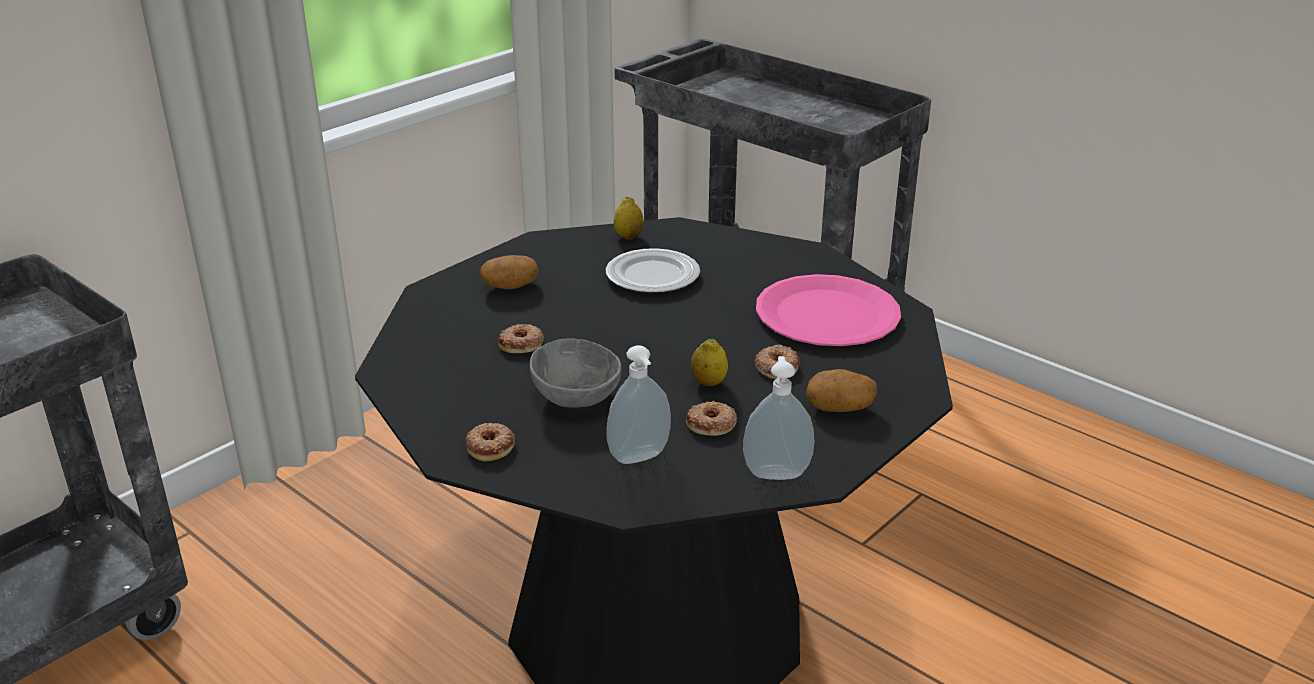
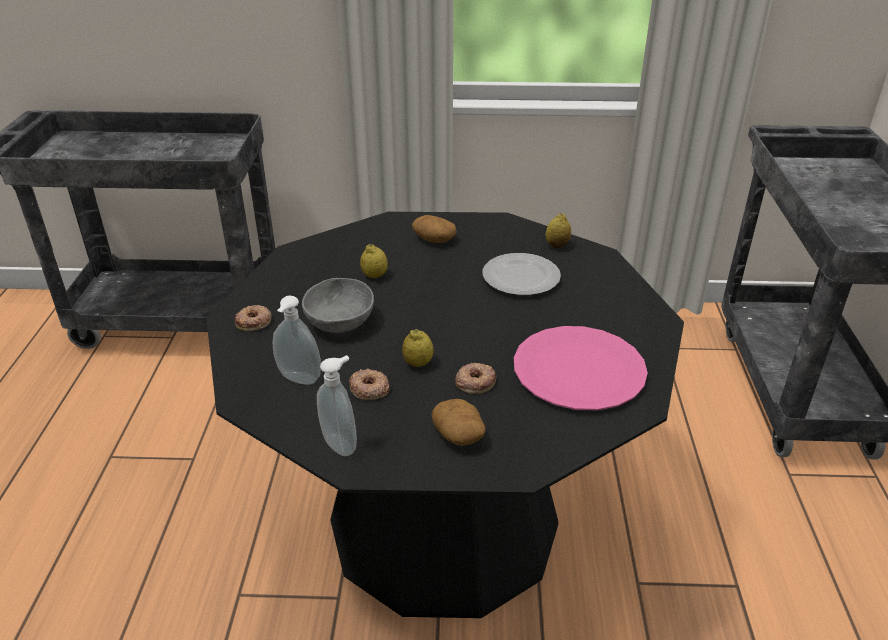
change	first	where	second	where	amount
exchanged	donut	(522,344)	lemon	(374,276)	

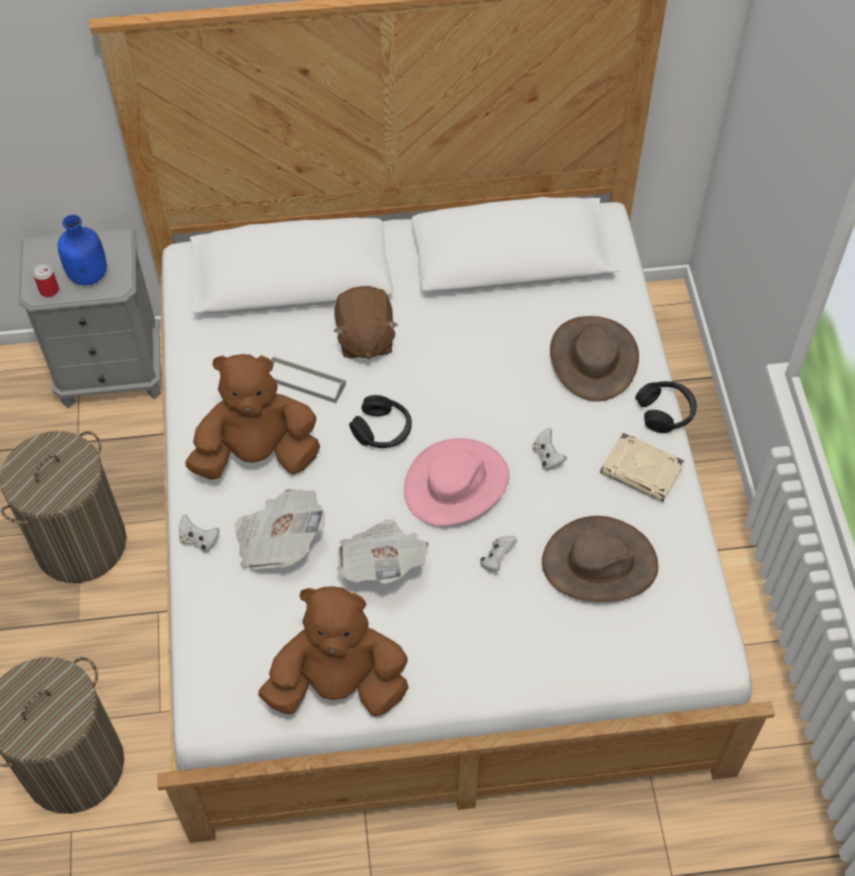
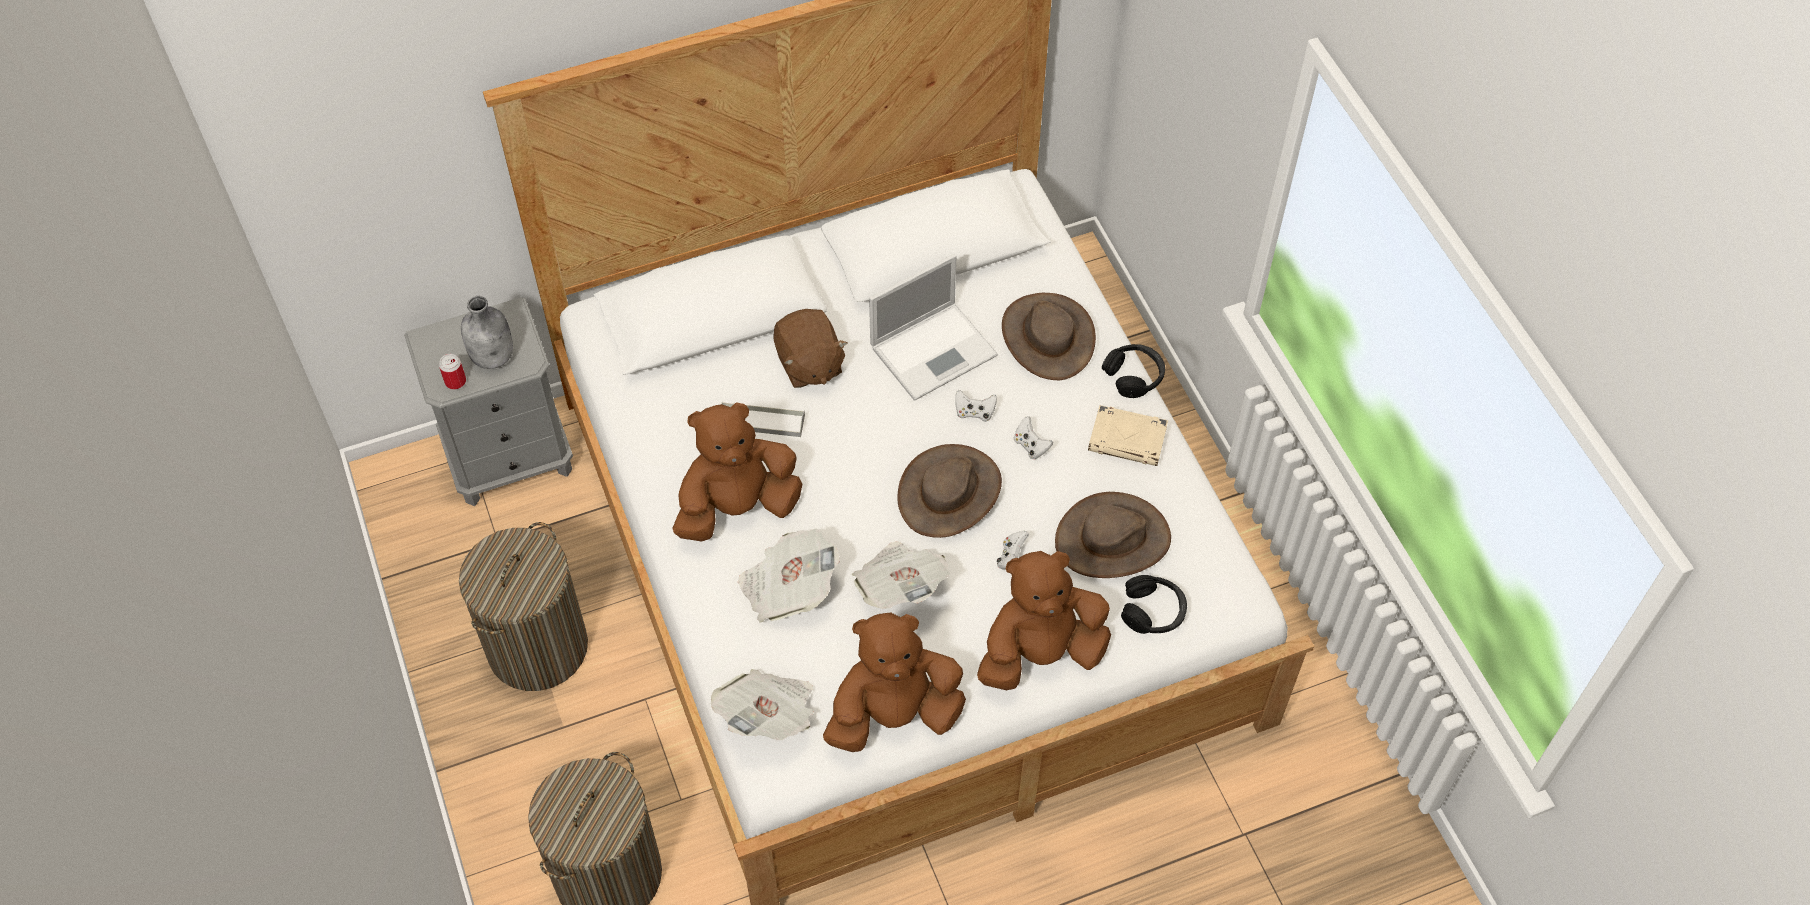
change	first	where	second	where	amount
appeared			newspaper	(769,716)	
appeared			laptop	(935,350)	
appeared			brown plush toy	(1040,653)	
relocated	white game controller	(199,540)		(974,412)	
relocated	black headphones	(383,430)		(1153,611)	
colour	blue bottle	(89,275)	grey bottle	(494,356)	
colour	pink hat	(456,484)	brown hat	(949,492)	

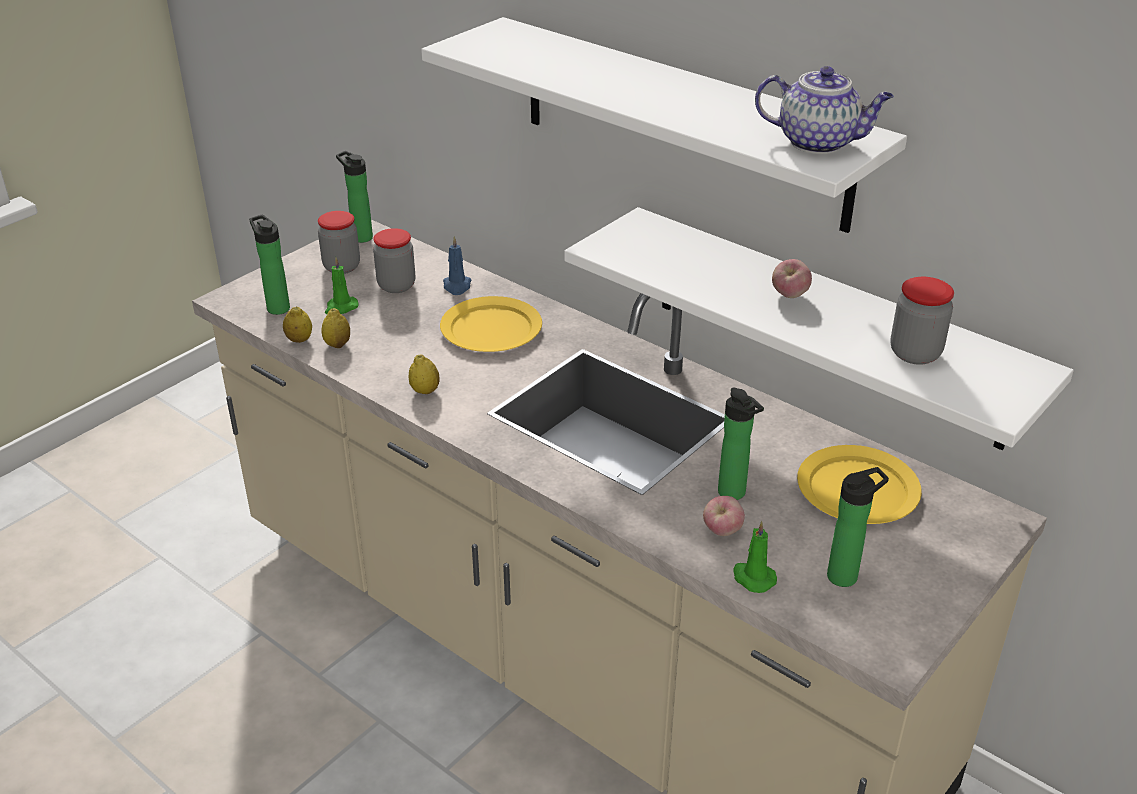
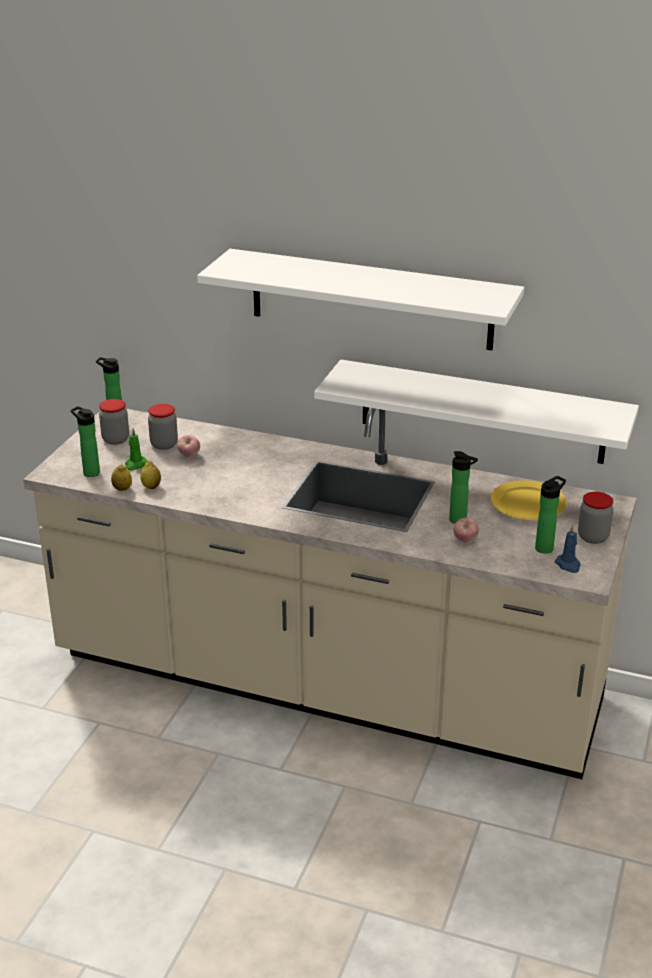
change	first	where	second	where	amount
missing	lemon	(425,391)			
missing	yellow plate	(492,329)			
missing	green candle	(752,578)			
missing	teapot	(819,142)			
relocated	blue candle	(457,286)		(568,565)	
relocated	apple	(789,296)		(189,456)	
relocated	jar	(915,353)		(593,537)	

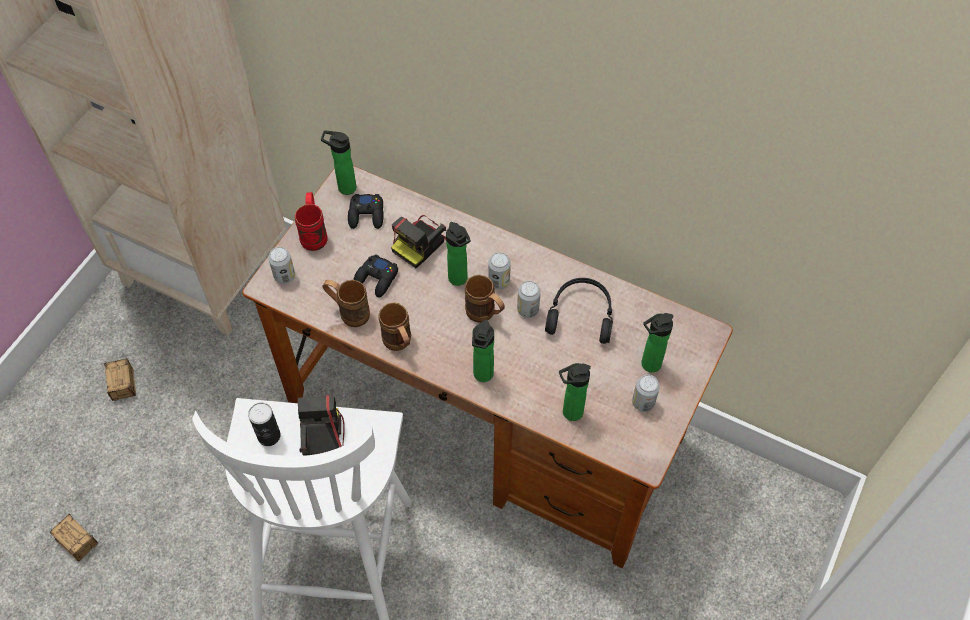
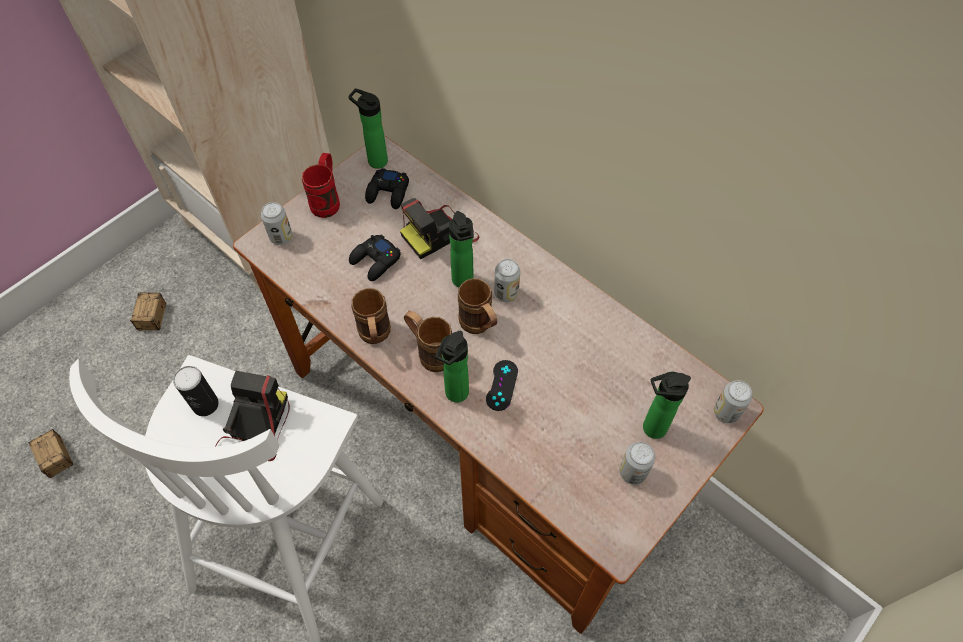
change	first	where	second	where	amount
missing	black headphones	(581,314)			
missing	bottle	(569,413)			
appeared			black game controller	(502,385)	
relocated	brown mug	(348,312)		(429,352)	
relocated	can	(528,310)		(726,412)	

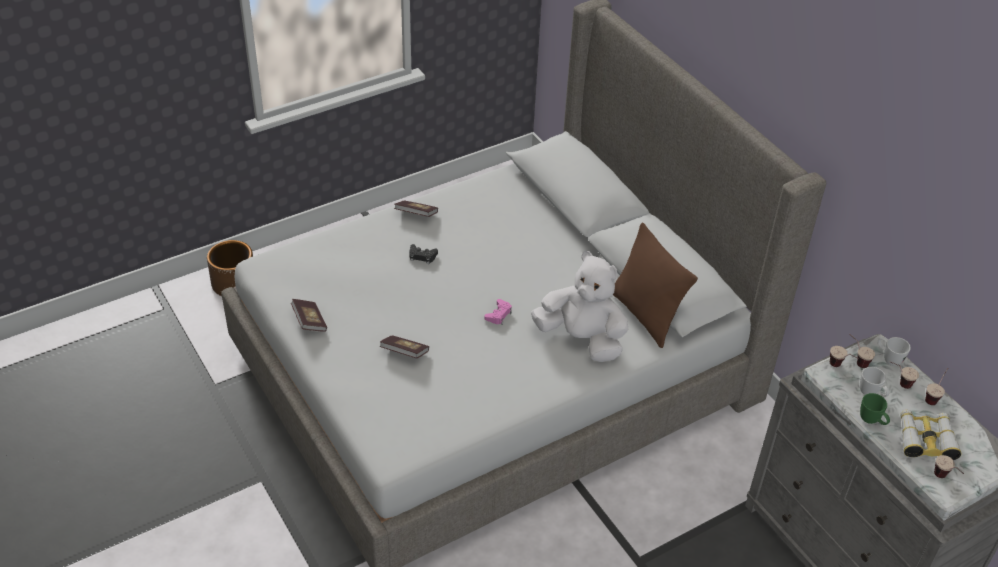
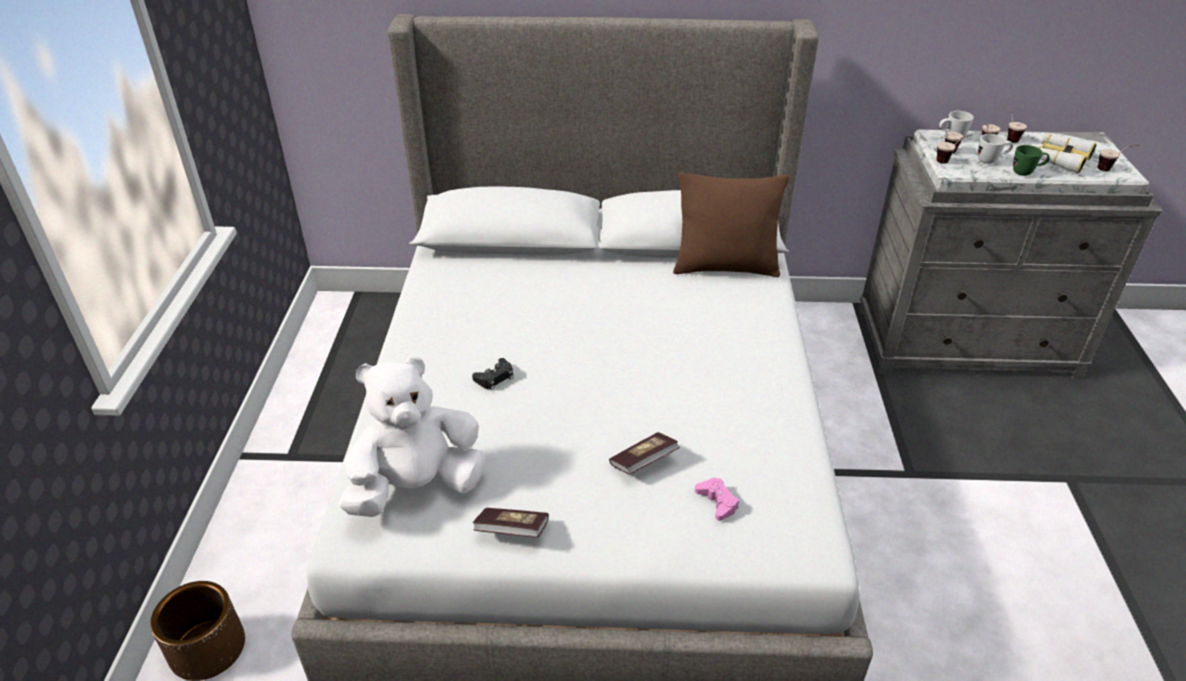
change	first	where	second	where	amount
missing	book	(416,215)			
relocated	pink game controller	(498,315)		(717,502)	
relocated	white plush toy	(581,339)		(417,487)	

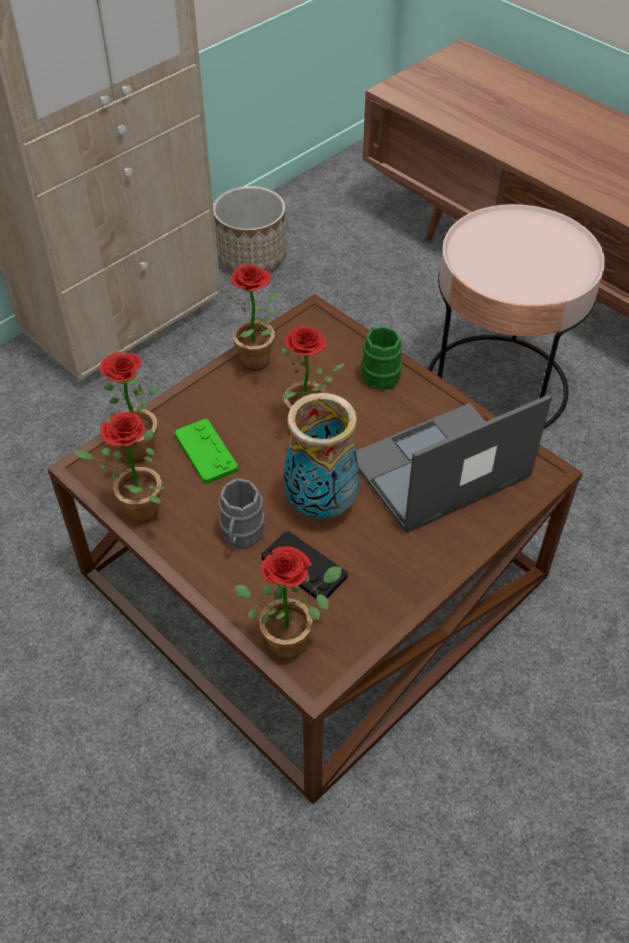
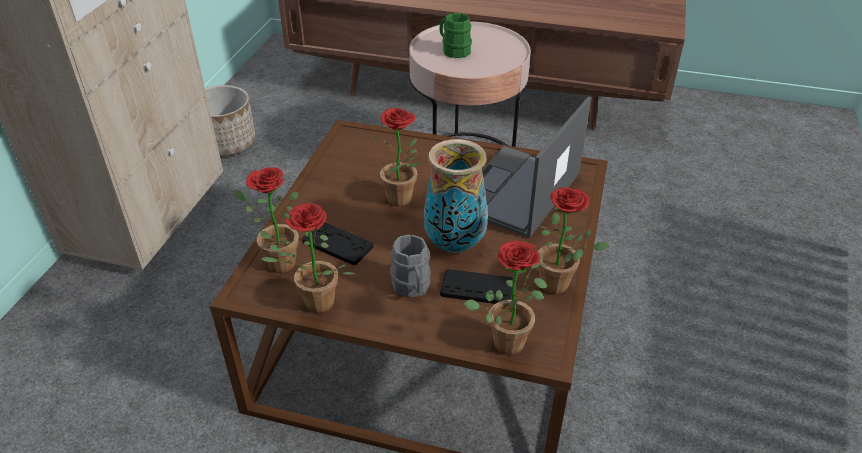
change	first	where	second	where	amount
relocated	potted plant	(259,364)		(560,285)	
relocated	green mug	(378,372)		(453,50)	
colour	green game controller	(206,452)	black game controller	(338,244)	

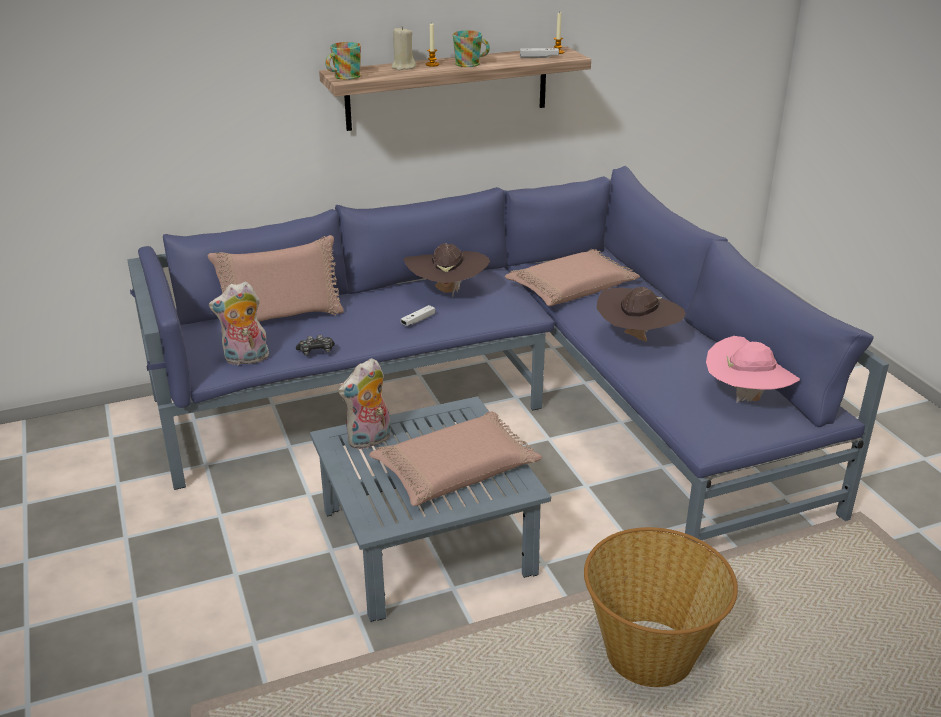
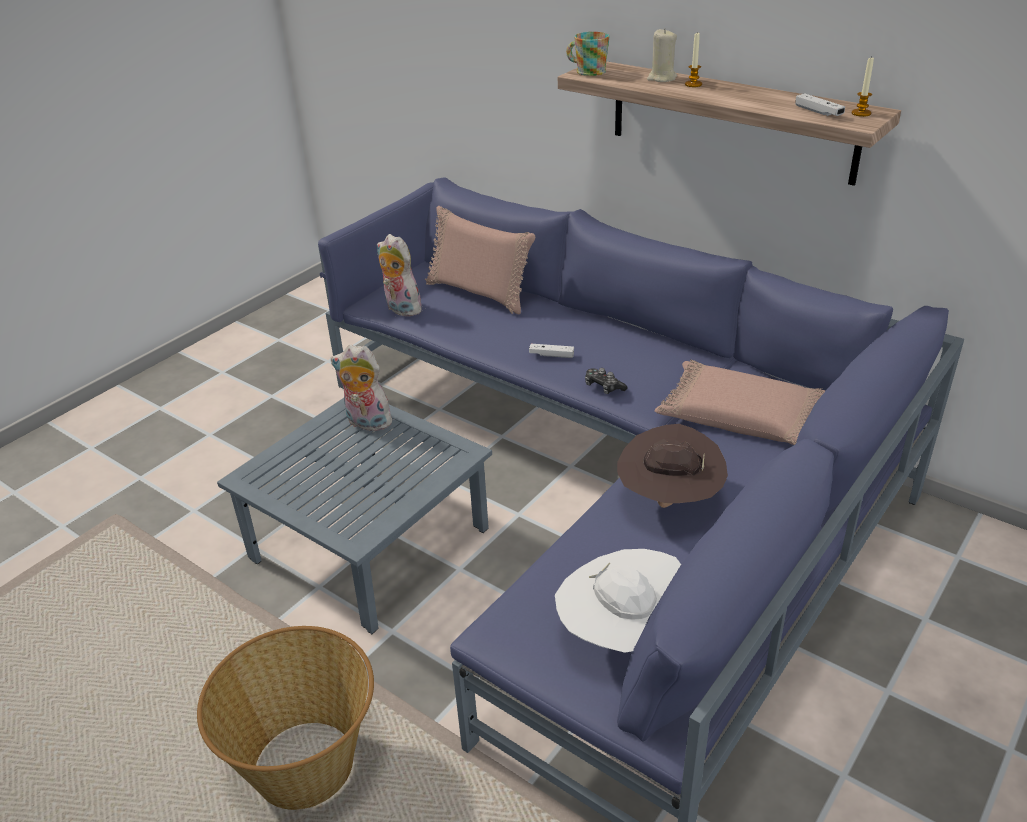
change	first	where	second	where	amount
missing	beige pillow	(456,466)			
missing	brown hat	(447,292)			
missing	mug	(471,64)			
relocated	game controller	(316,351)		(603,387)	
colour	pink hat	(747,398)	white hat	(622,635)	

